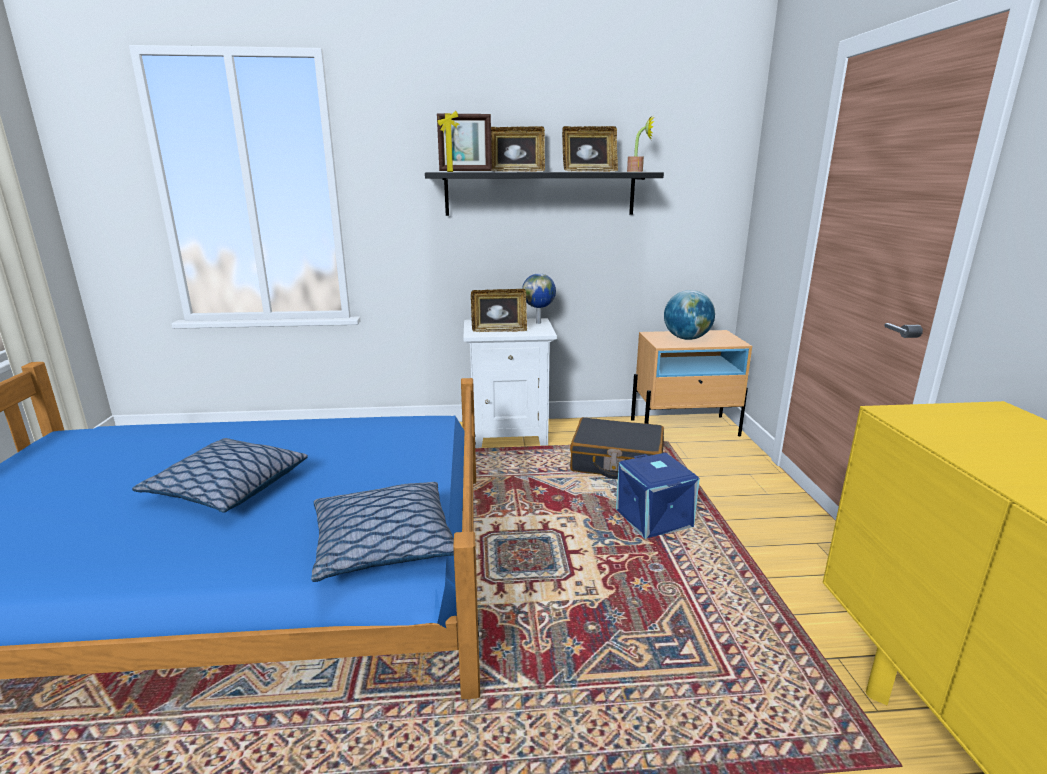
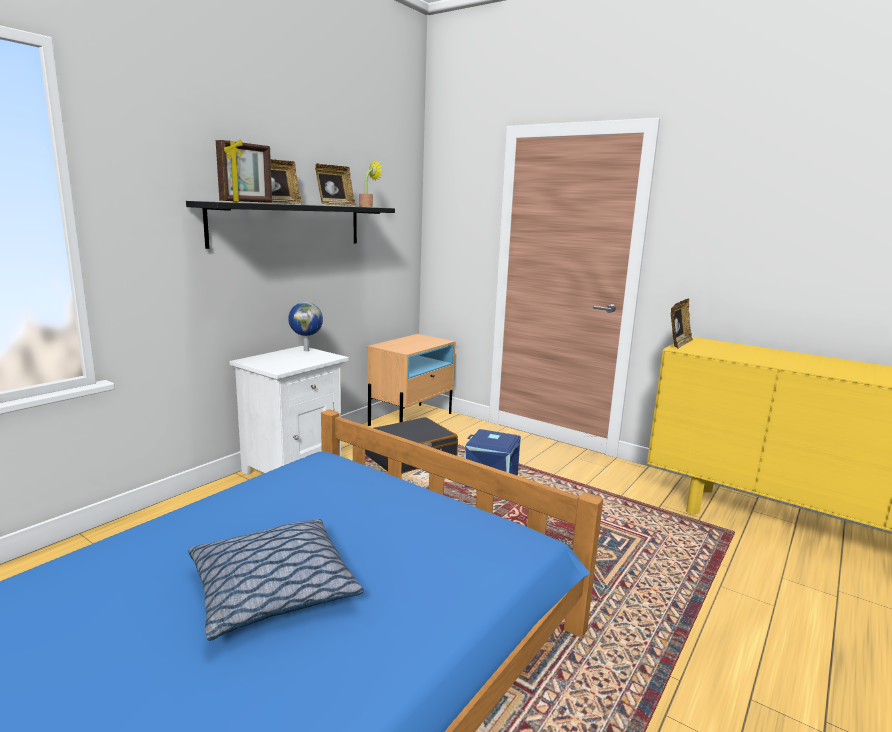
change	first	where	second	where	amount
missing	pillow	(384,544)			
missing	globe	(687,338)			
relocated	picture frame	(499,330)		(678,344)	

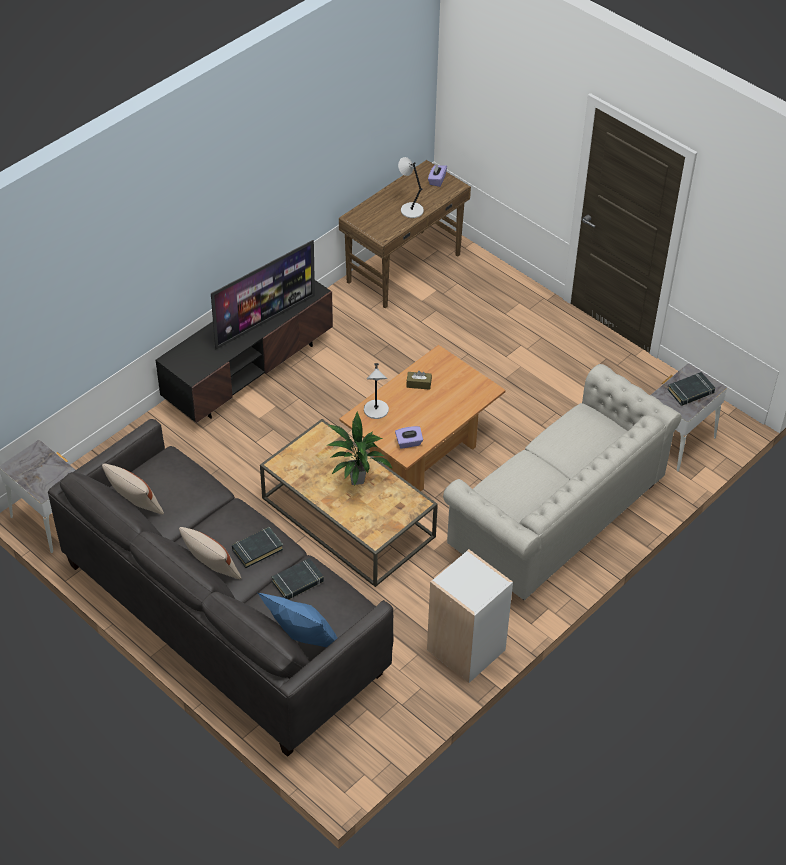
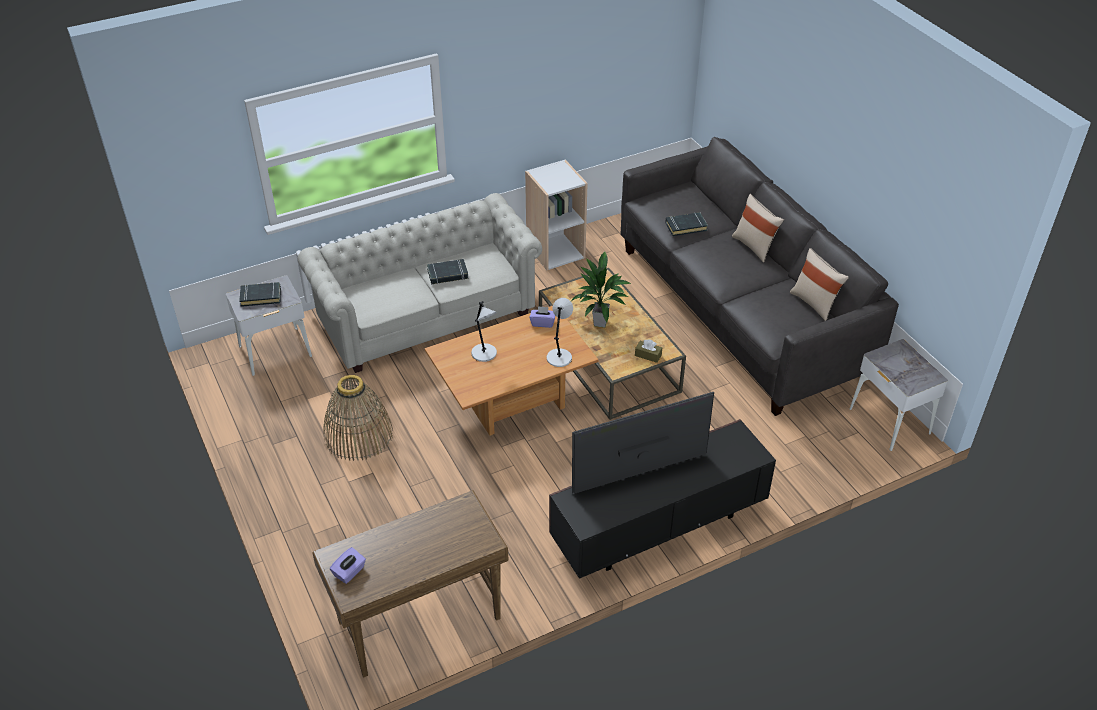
change	first	where	second	where	amount
missing	blue pillow	(304,643)			
appeared			basket	(358,435)	
relocated	black book	(257,549)		(447,274)	
relocated	grey table lamp	(410,210)		(485,354)	
relocated	brown tissue box	(418,384)		(648,355)	

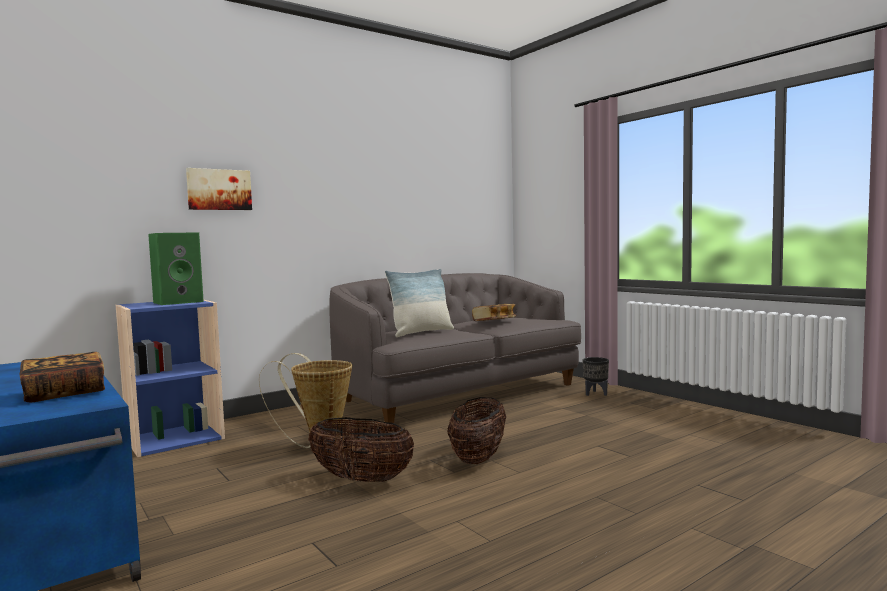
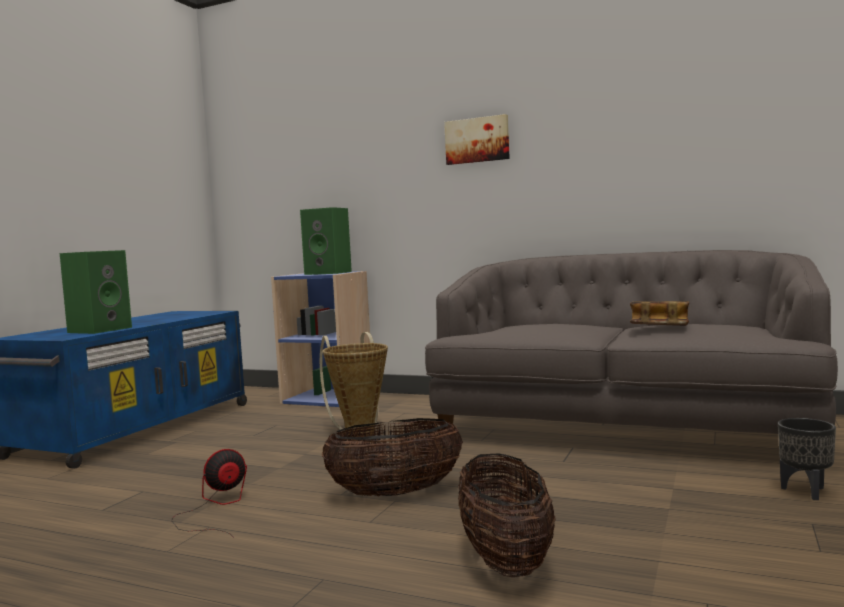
change	first	where	second	where	amount
missing	pillow	(421,332)			
appeared			fan	(216,507)	
relocated	picture	(219,189)		(477,140)	
relocated	basket	(361,479)		(506,560)	
exchanged	book	(65,393)	green speaker	(100,330)	

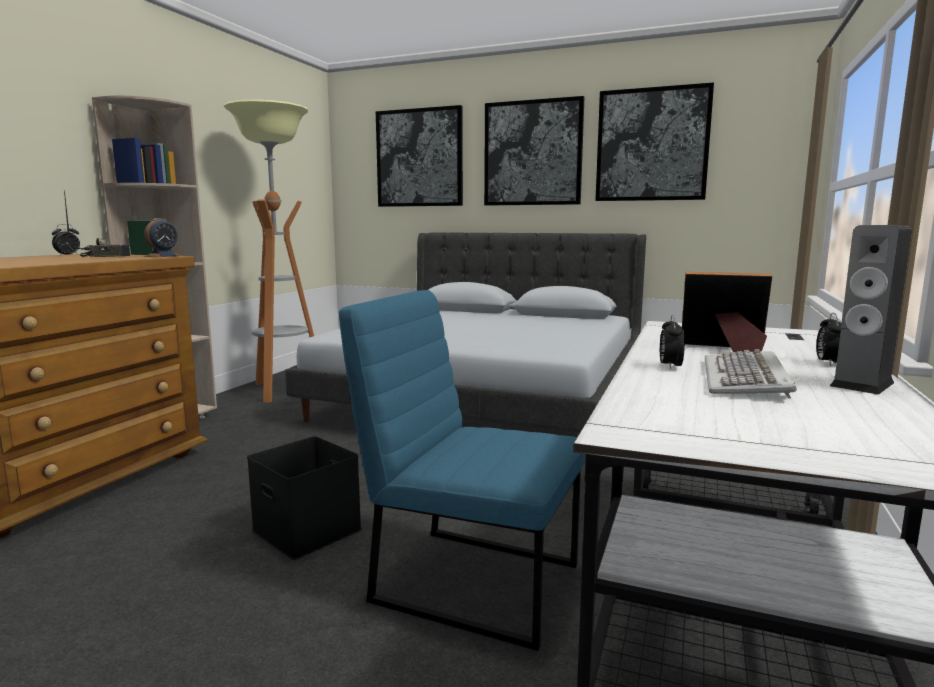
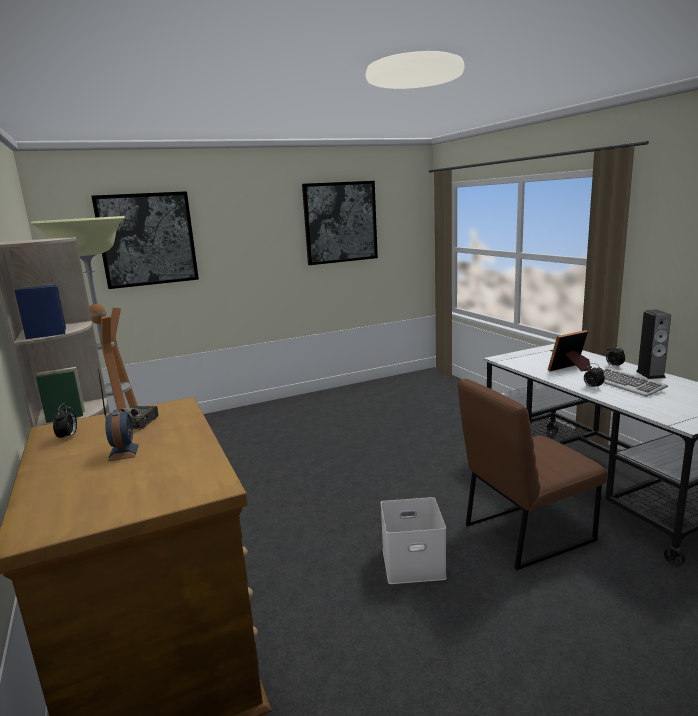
change	first	where	second	where	amount
missing	grey bed	(486,399)			
missing	picture	(532,153)			
relocated	alarm clock	(163,256)		(123,452)	
colour	black storage box	(304,530)	white storage box	(412,564)	
colour	blue chair	(471,580)	brown chair	(525,533)	

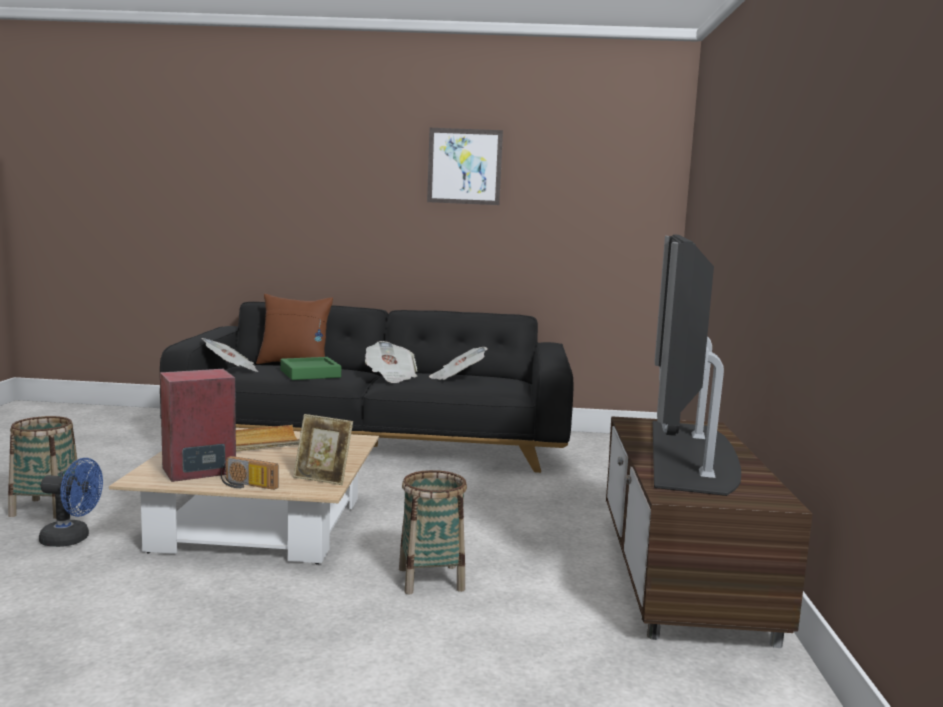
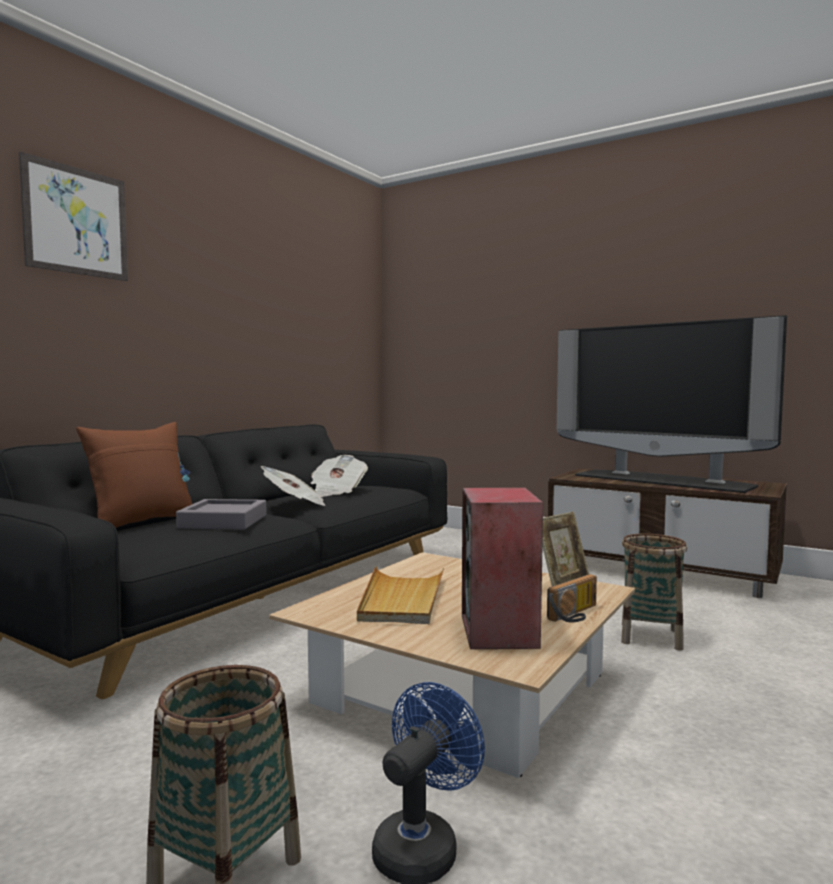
change	first	where	second	where	amount
missing	newspaper	(231,370)			
relocated	picture	(464,166)		(76,221)	
colour	green tray	(310,374)	grey tray	(223,521)	

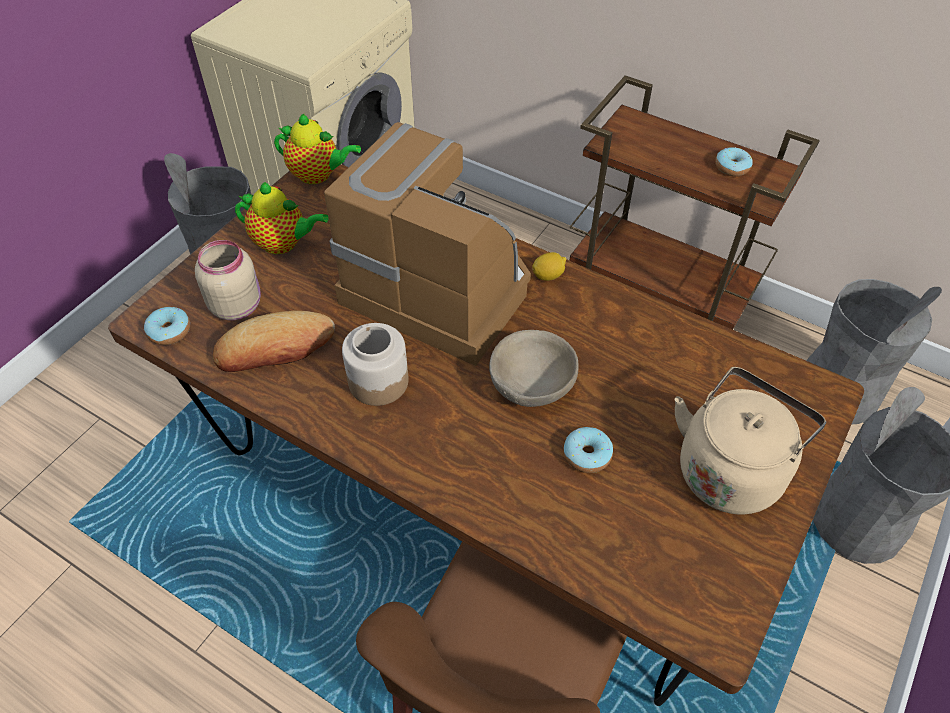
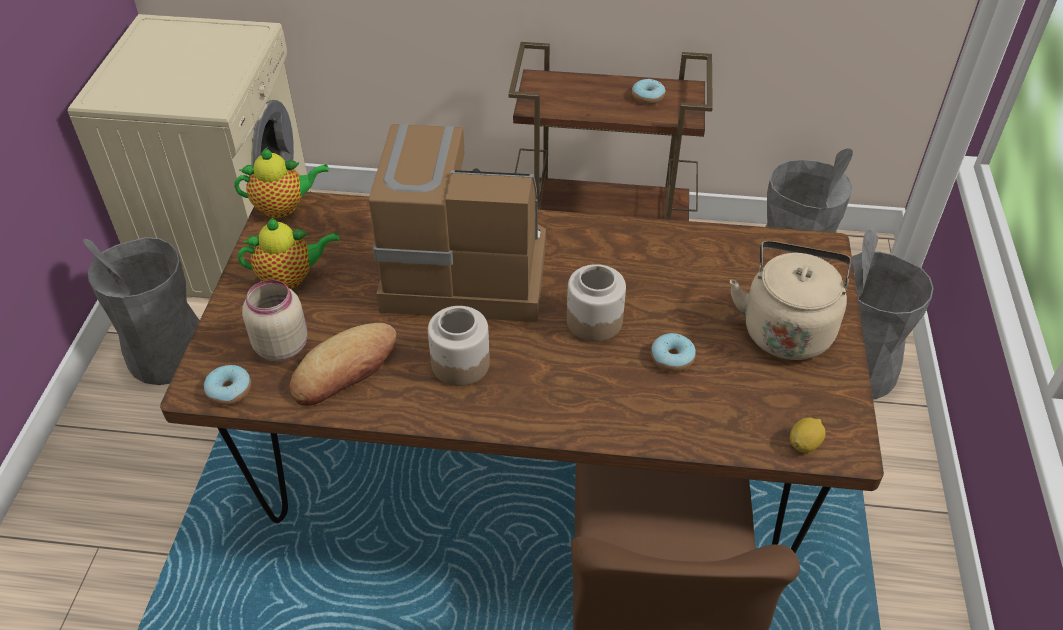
change	first	where	second	where	amount
relocated	lemon	(548,275)		(804,444)	
exchanged	beige bowl	(531,385)	jar	(594,320)	

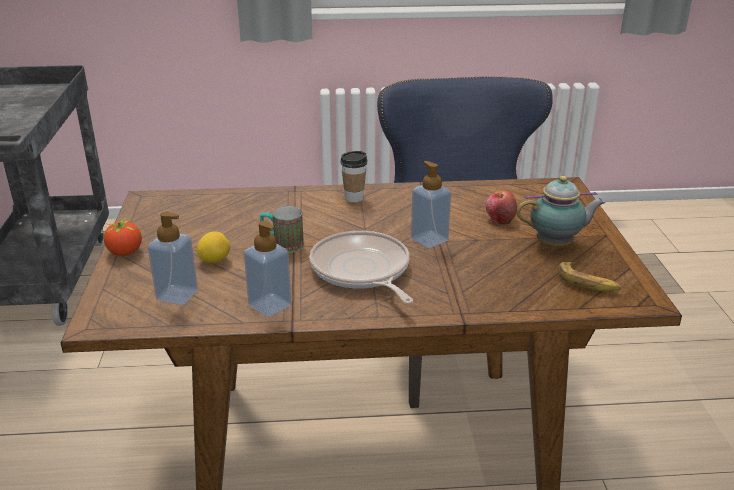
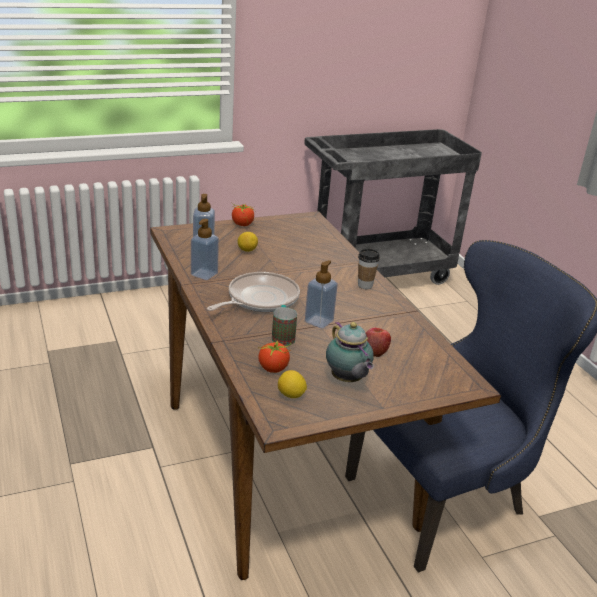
change	first	where	second	where	amount
appeared			tomato	(273,368)	
relocated	mug	(282,245)		(283,336)	
exchanged	banana	(587,283)	lemon	(291,395)	

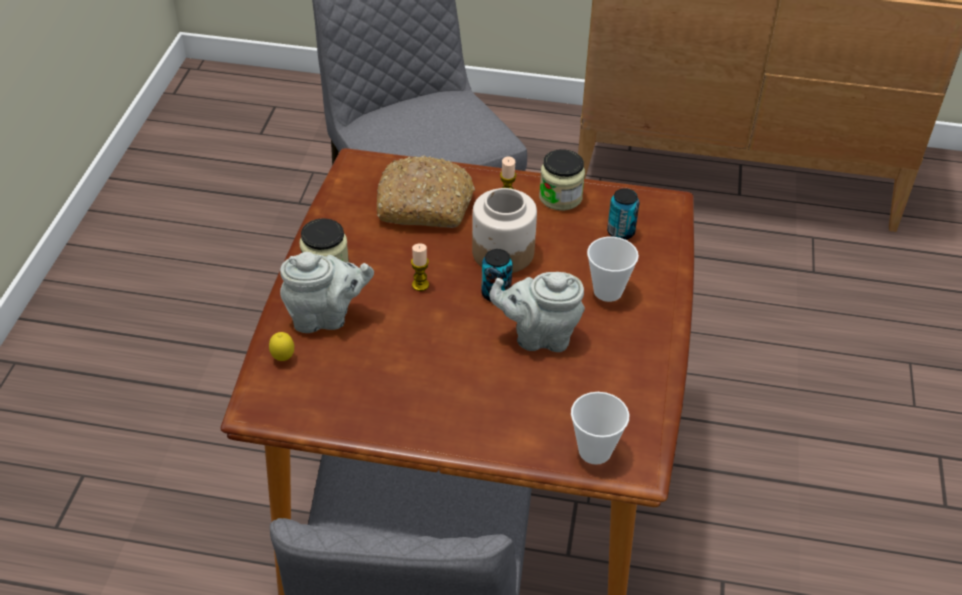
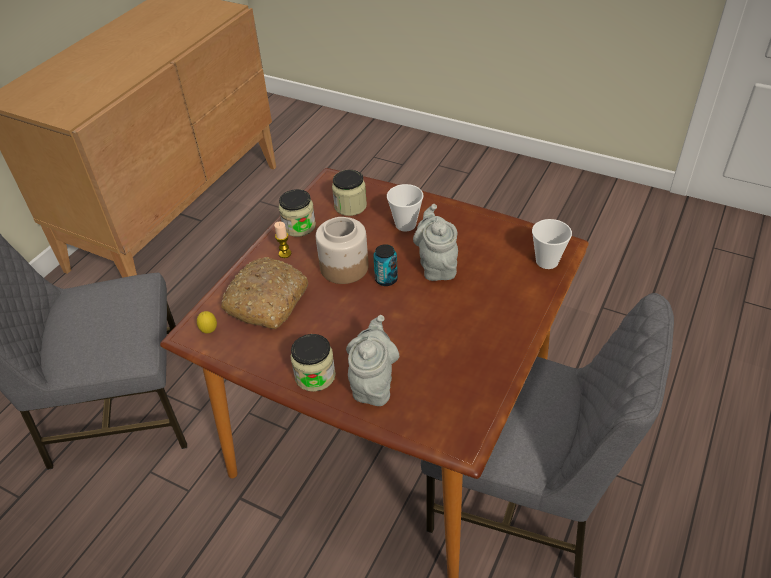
change	first	where	second	where	amount
missing	candle	(420,285)			
relocated	lemon	(283,358)		(209,331)	
exchanged	can	(620,232)	jar	(350,206)	
spun	grey teapot	(539,336)		(436,266)	150 degrees clockwise

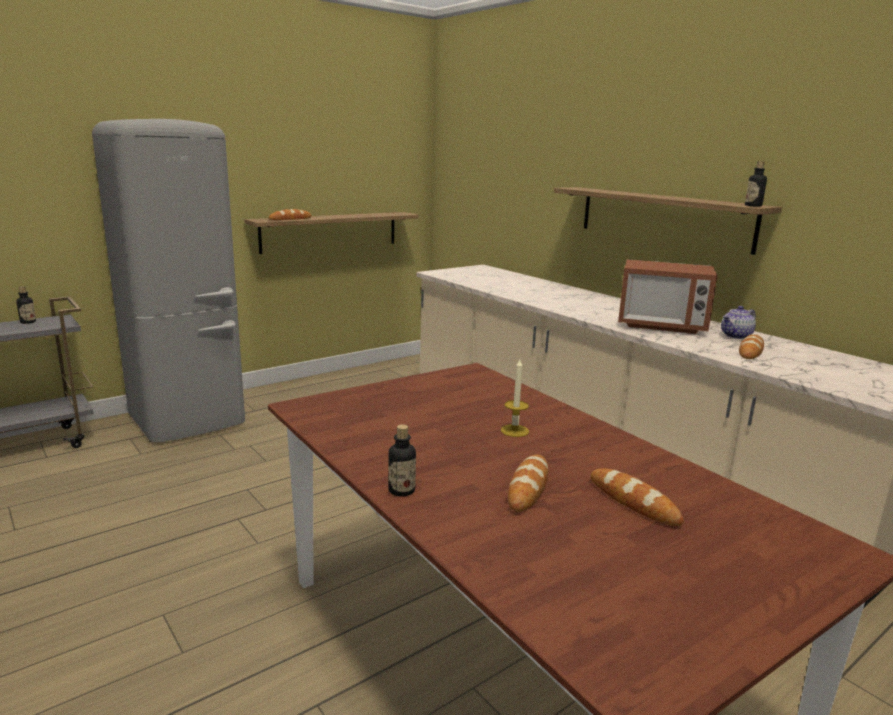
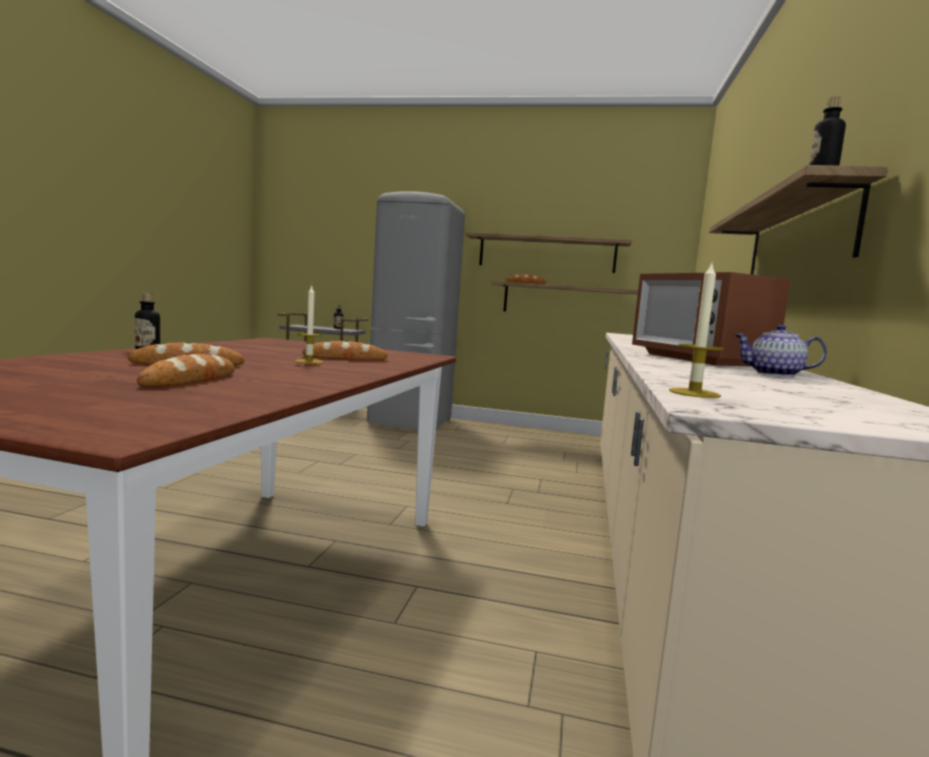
change	first	where	second	where	amount
appeared			shelf	(546,254)	
appeared			candle	(694,393)	
relocated	bread	(750,351)		(345,358)	

